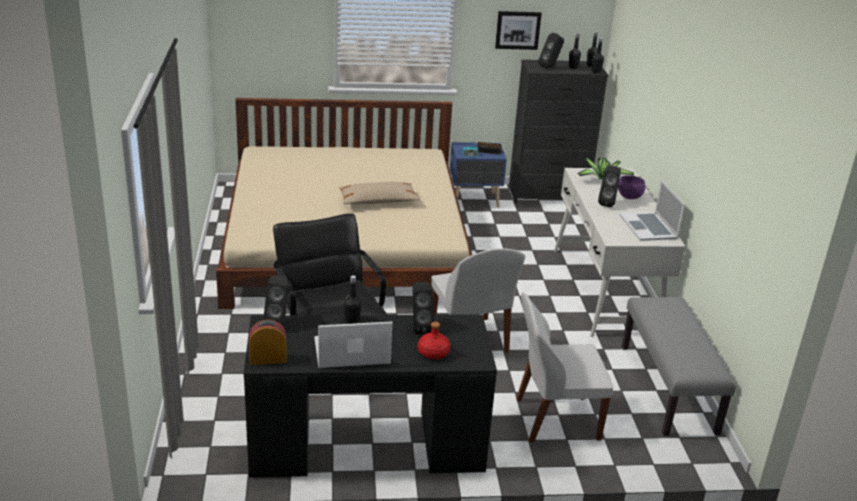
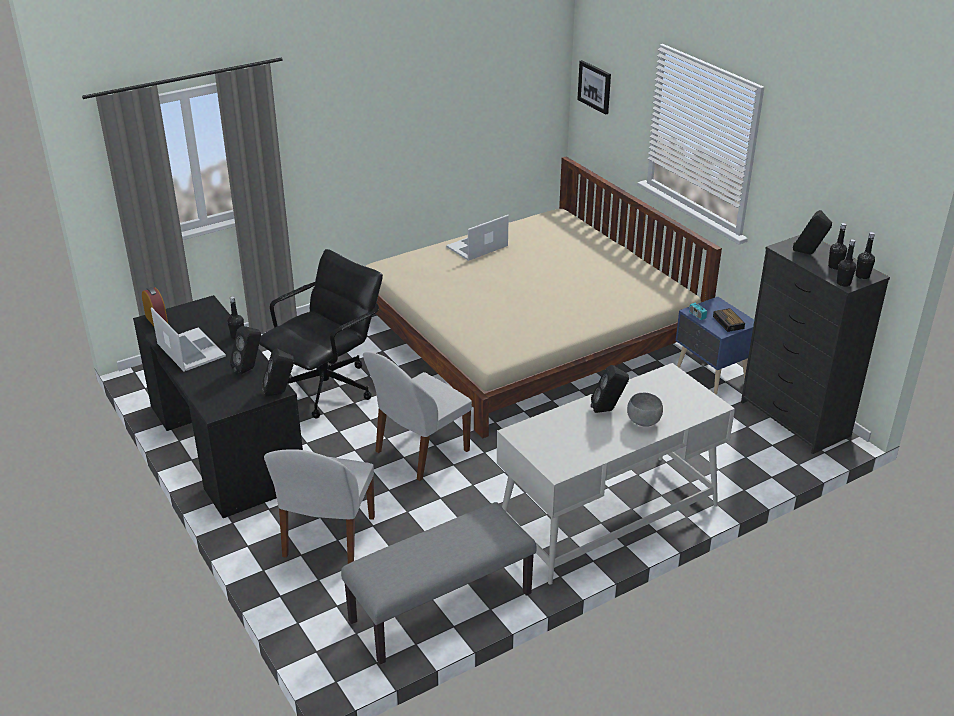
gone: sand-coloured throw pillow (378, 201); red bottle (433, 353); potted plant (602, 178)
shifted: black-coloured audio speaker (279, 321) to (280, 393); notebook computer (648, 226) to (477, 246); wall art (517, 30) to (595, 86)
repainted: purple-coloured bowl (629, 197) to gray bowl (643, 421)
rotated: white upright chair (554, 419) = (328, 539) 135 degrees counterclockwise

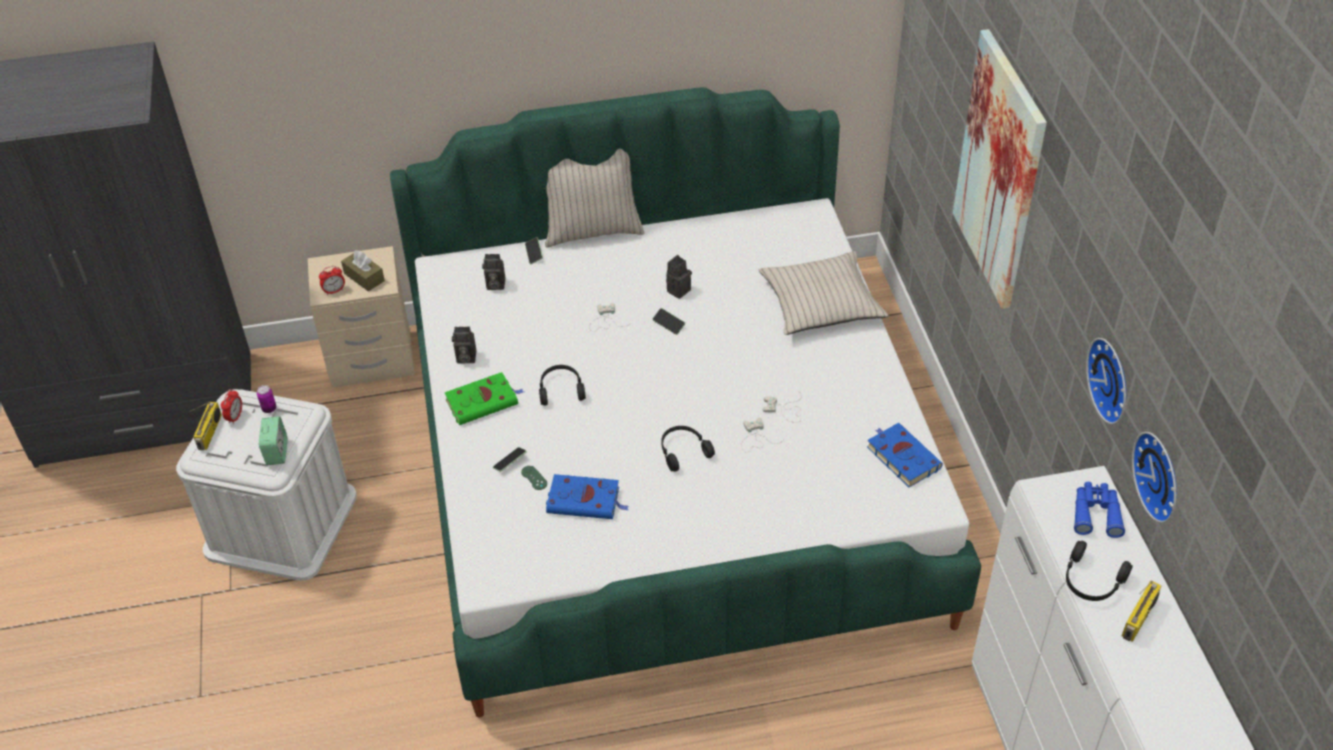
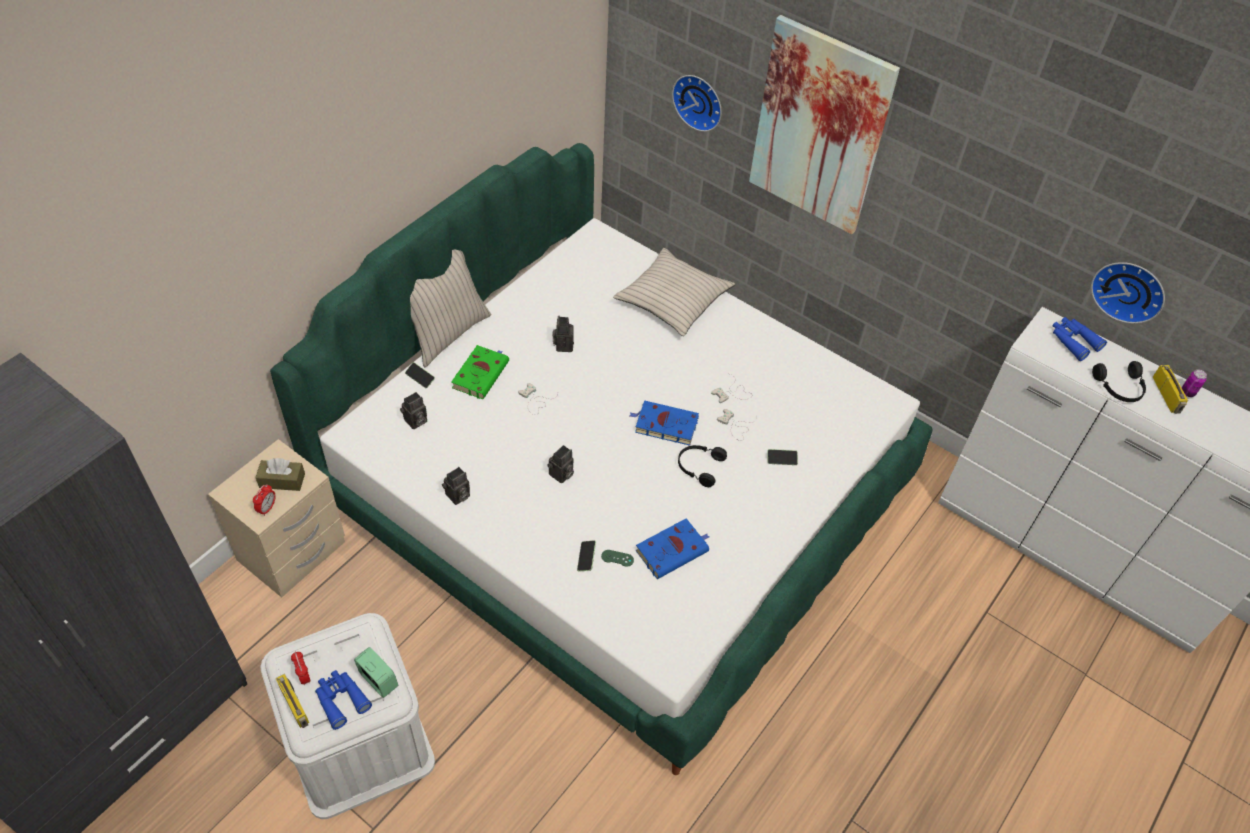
new: bluish pair of binoculars (341, 699)
shifted: green-coloured book (483, 401) to (481, 373); bluish book (901, 457) to (664, 425); clock on the wall (1112, 379) to (699, 101); phone (668, 324) to (781, 460); can (269, 408) to (1187, 392)
swapped: black-coloured headphones (561, 389) to photo camera (561, 475)

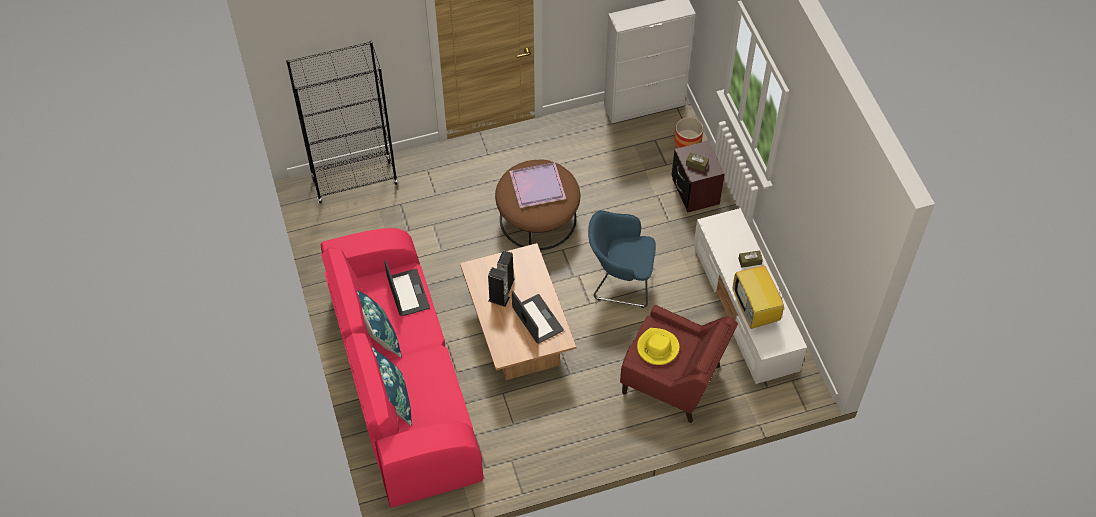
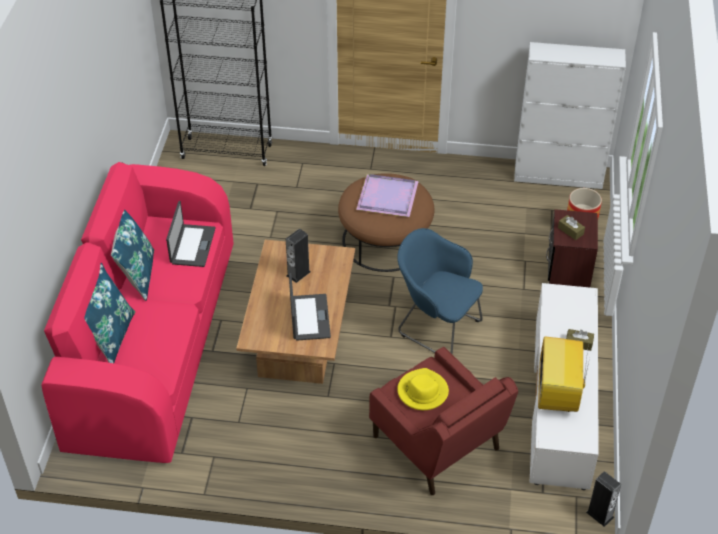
shifted: audio speaker (499, 299) to (600, 514)

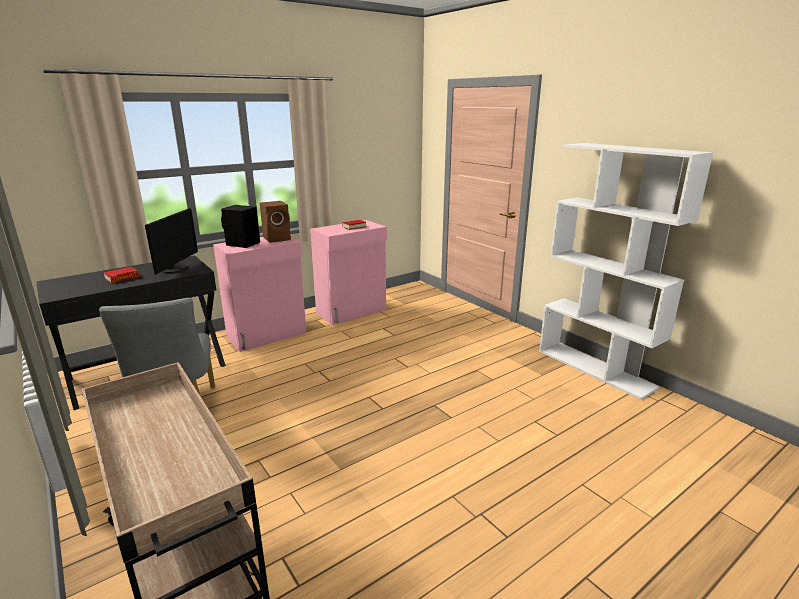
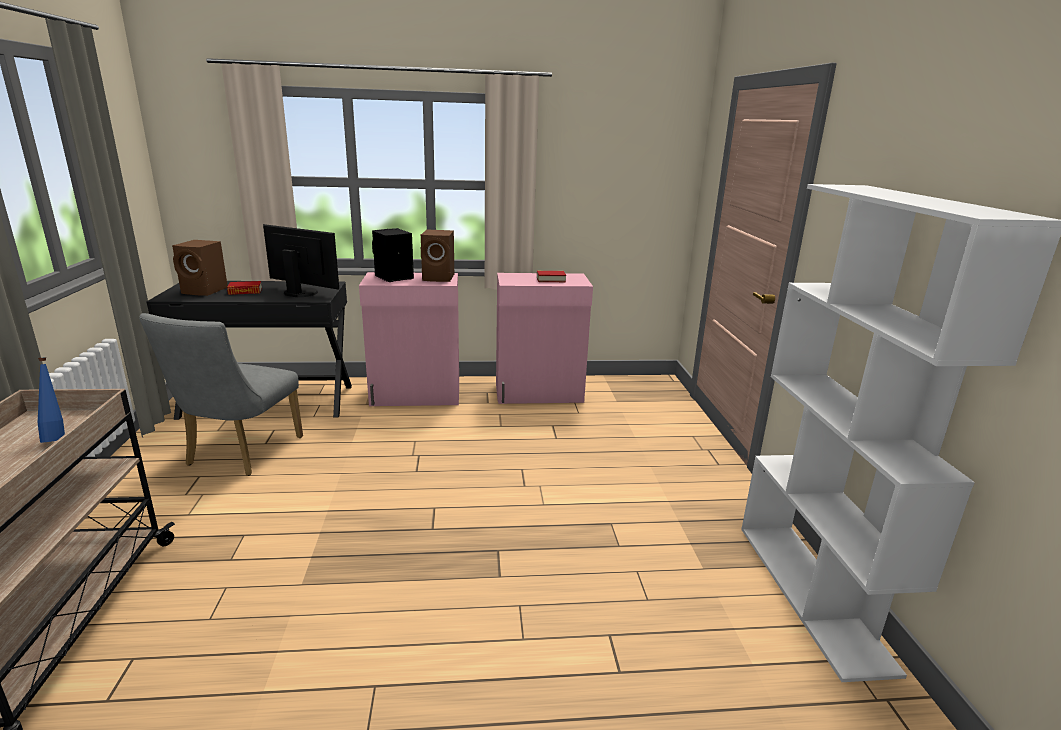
new: bluish bottle (57, 438); brownish audio speaker (205, 291)
rotated: monitor (175, 269) = (302, 292) 105 degrees counterclockwise

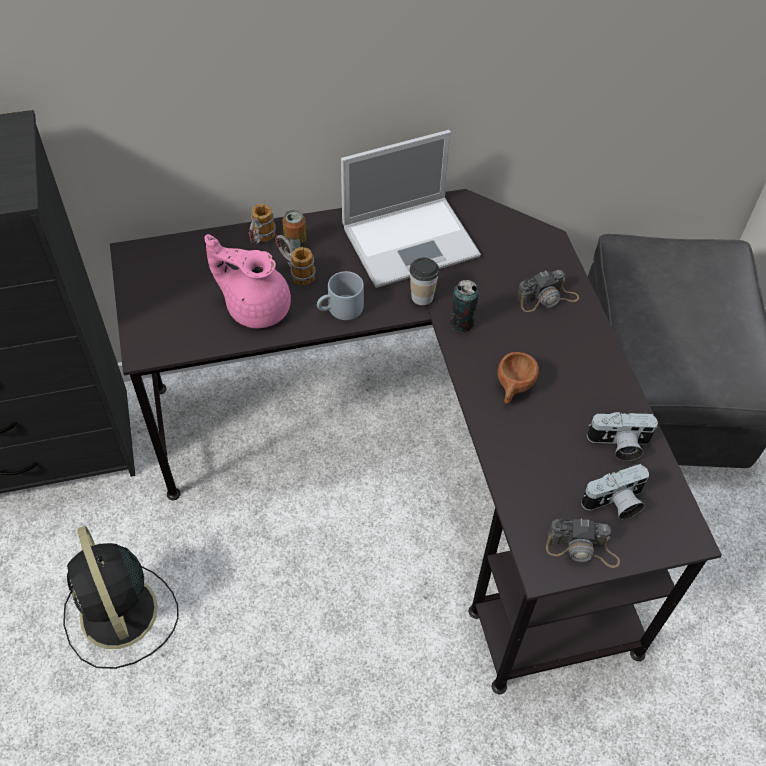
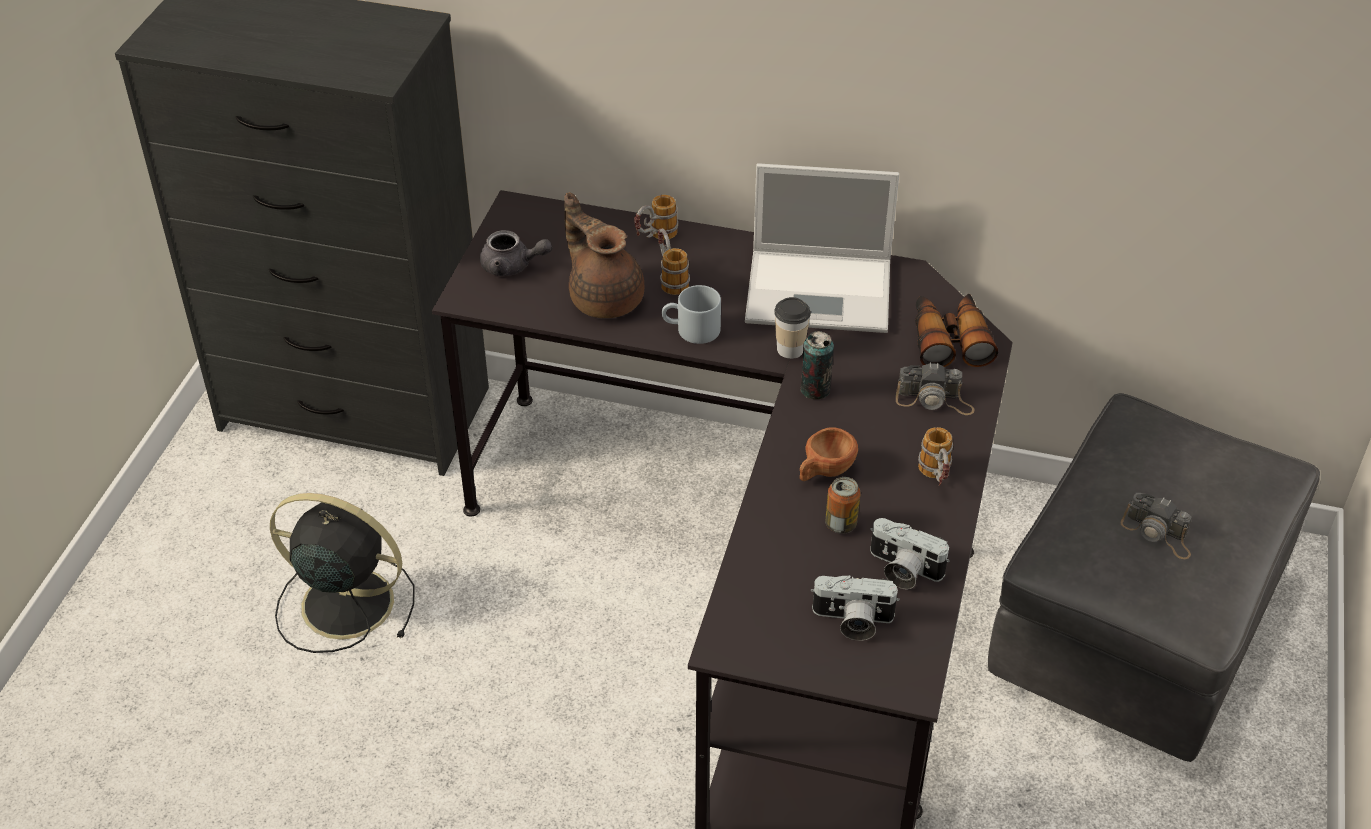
new: gray teapot (512, 266); pair of binoculars (949, 339); tea mug (936, 478)
shifted: can (295, 244) to (841, 524); photo camera (582, 548) to (1158, 534)
repainted: pink-coloured teapot (256, 307) to brownish teapot (604, 297)
rotated: black-coloured fan (120, 615) = (343, 602) 105 degrees clockwise

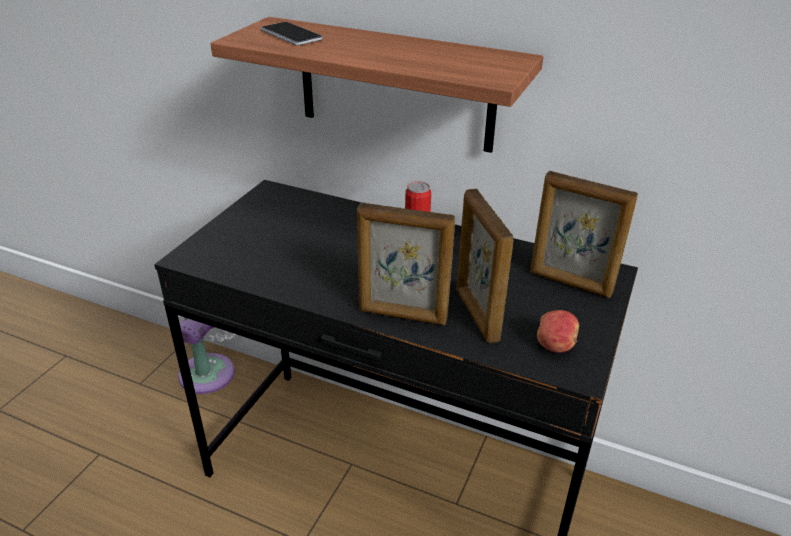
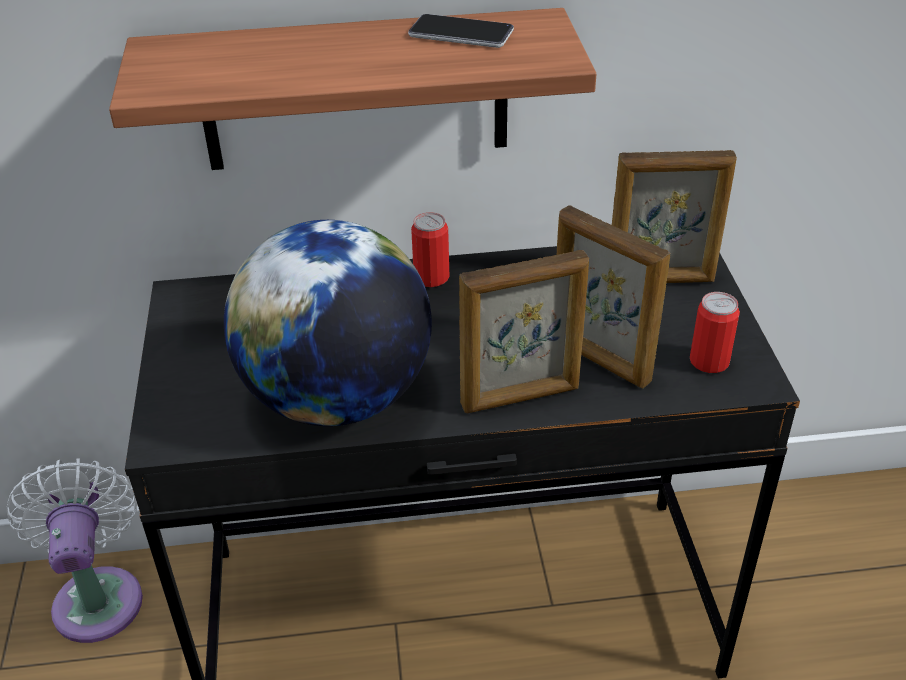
new: globe (337, 398)
shifted: phone (291, 35) to (461, 33)
swapped: apple (555, 346) to can (709, 361)

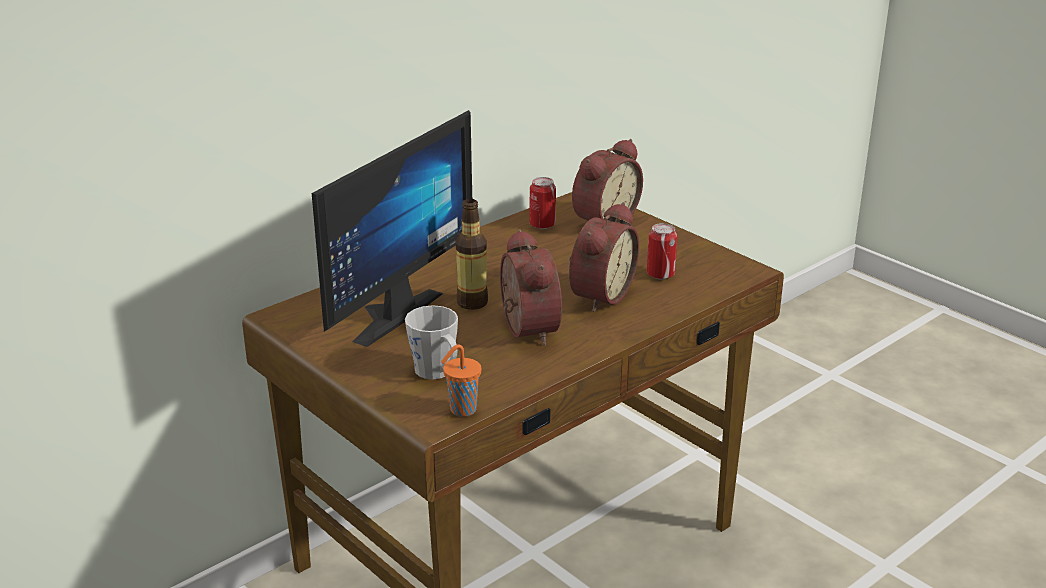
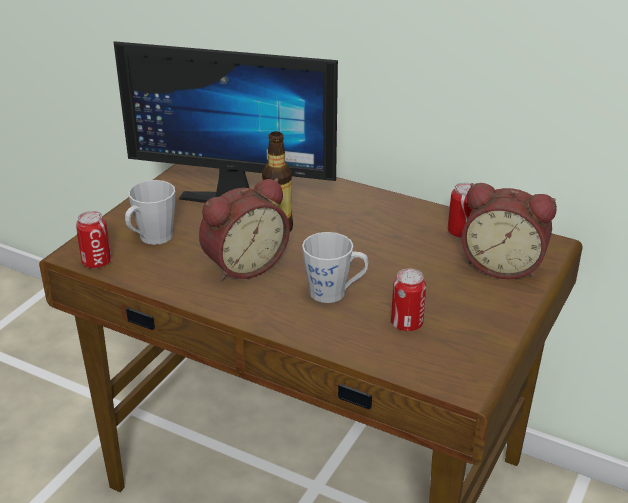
swapped: orangey drinking cup (461, 410) to can (97, 262); bedside clock (598, 295) to gray tea mug (335, 293)

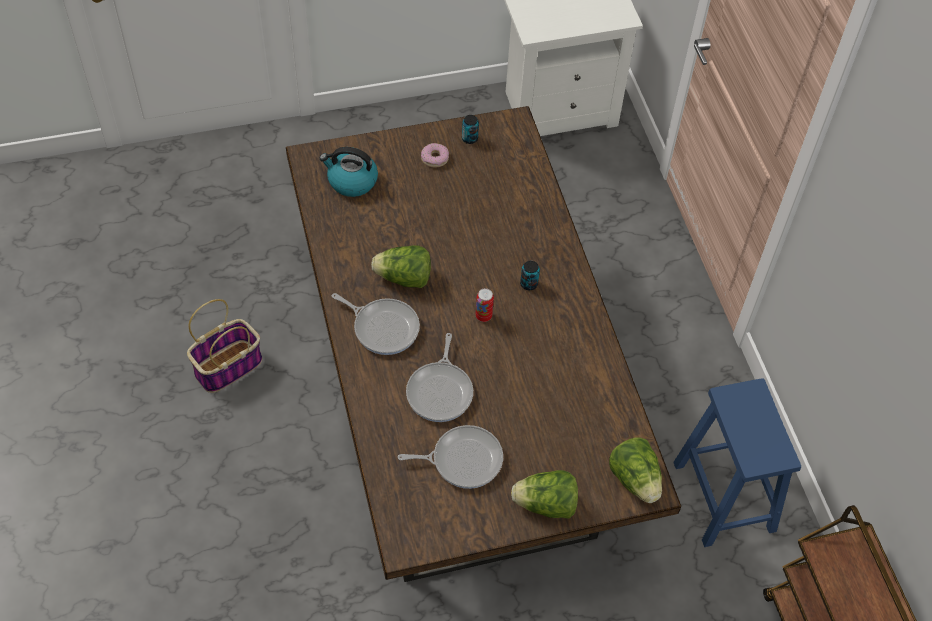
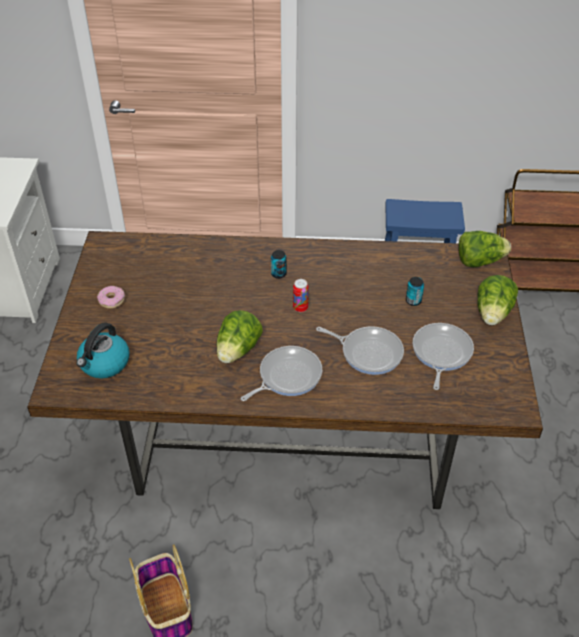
shifted: can (469, 138) to (413, 301)

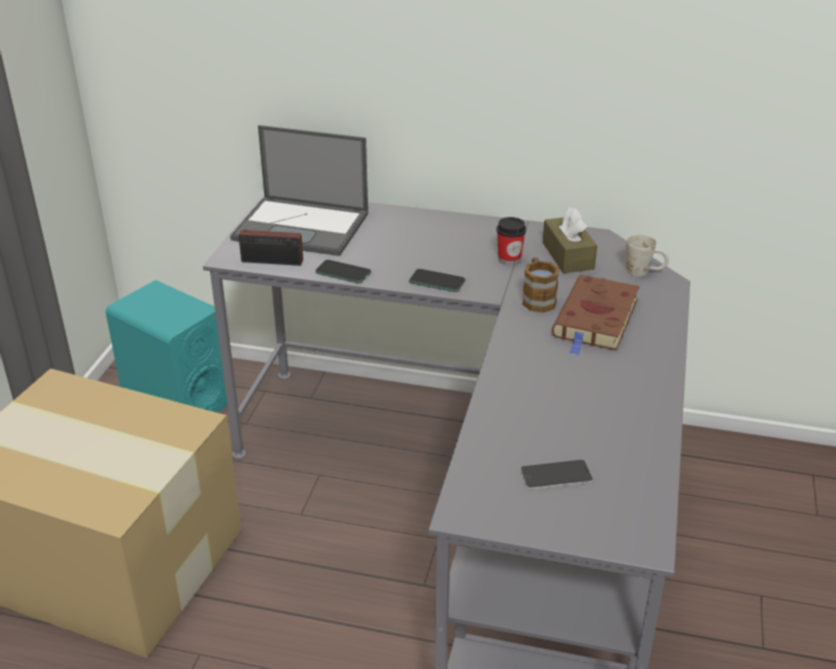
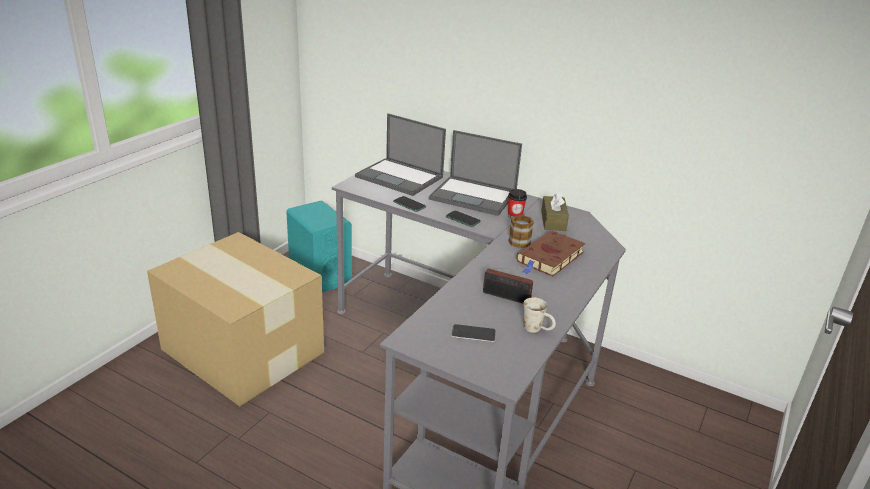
new: notebook computer (474, 196)
shifted: radio set (275, 262) to (509, 297); white tea mug (644, 272) to (537, 329)

